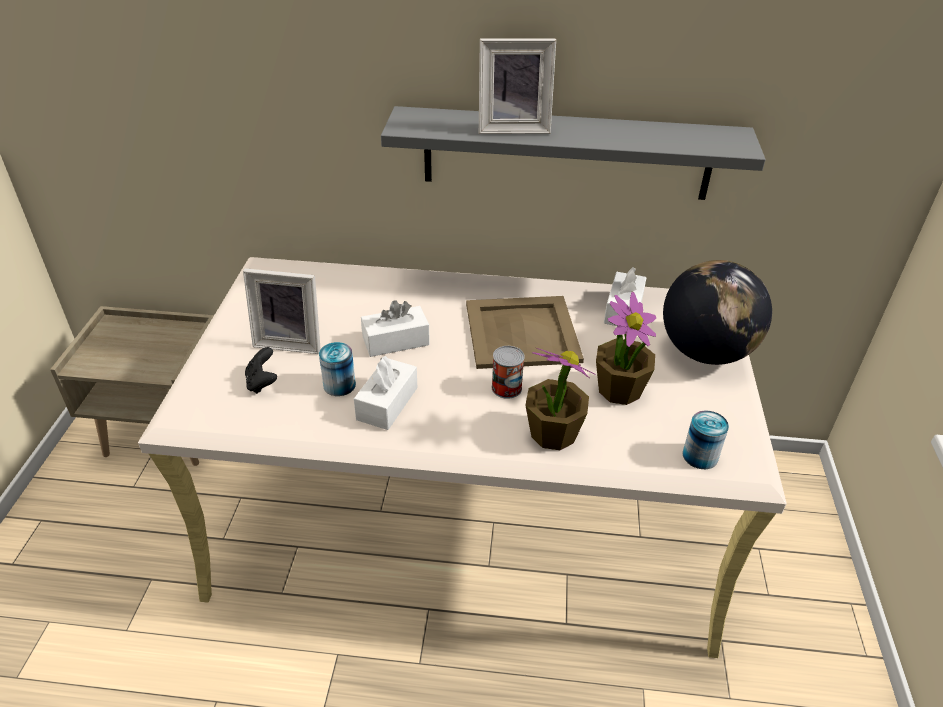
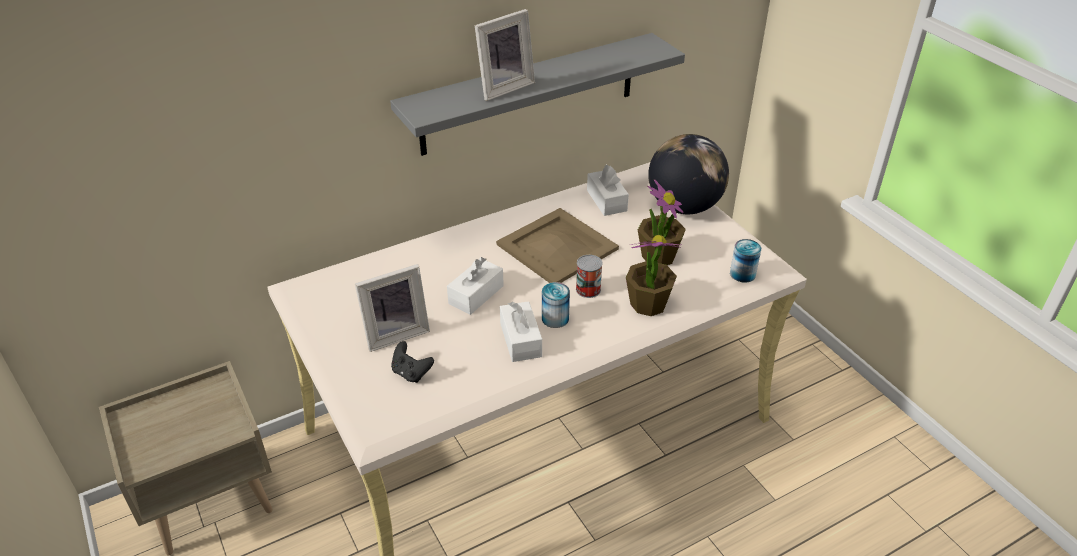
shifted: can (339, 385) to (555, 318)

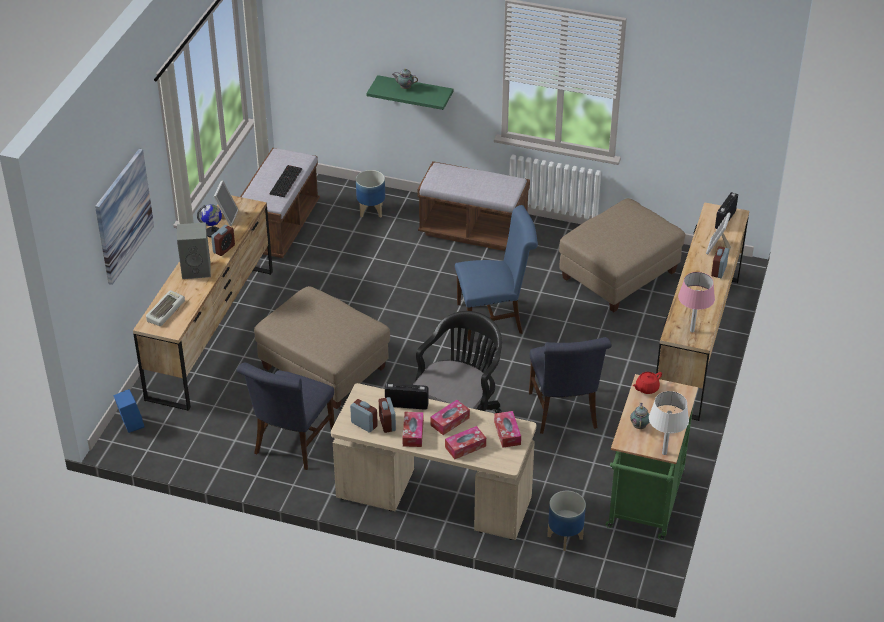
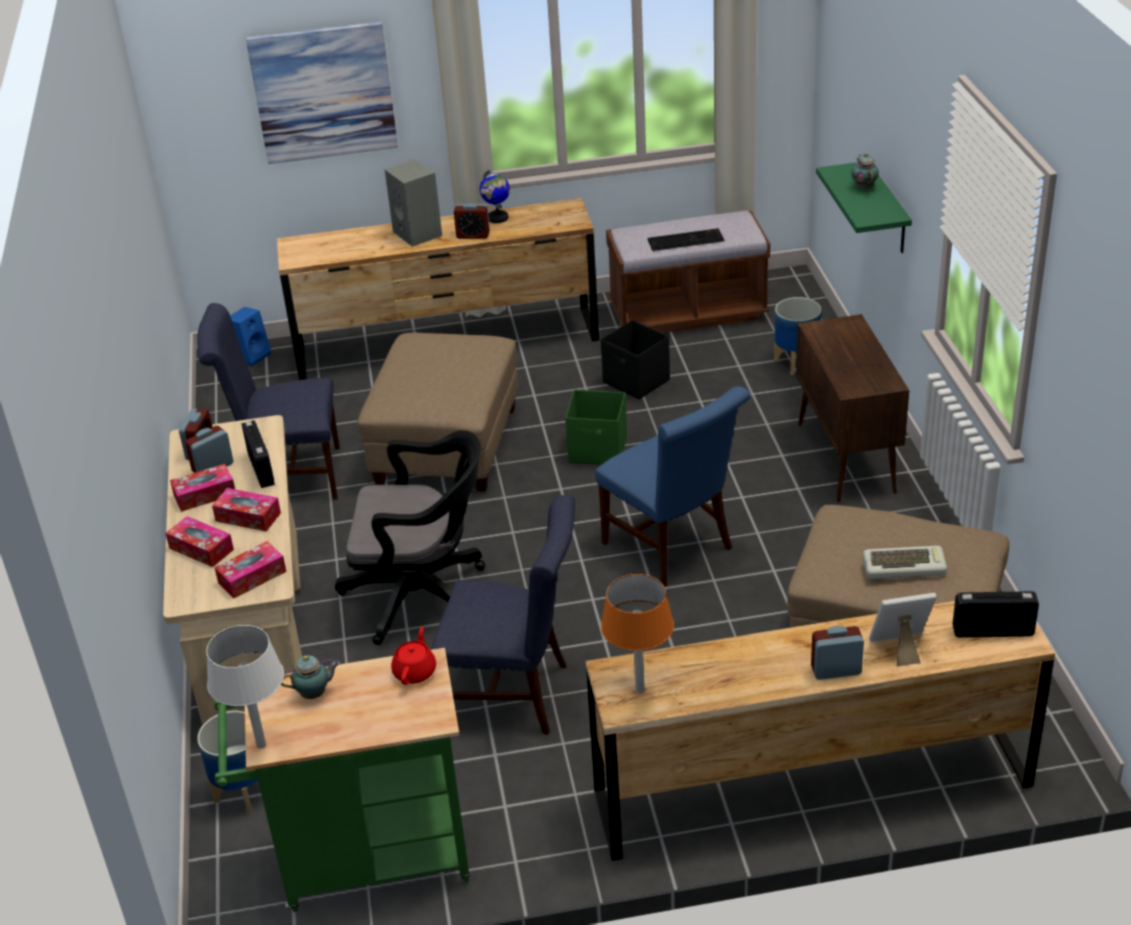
gone: standing frame (226, 217)
new: green-coloured storage bin (598, 450); black-coloured storage bin (636, 382)
shifted: keyboard (165, 310) to (904, 567)
swapped: brownish long seat (473, 231) to brownish storage cabinet (846, 459)
repainted: pink-coloured lamp for a table (692, 331) to orangey lamp for a table (639, 690)
rotated: red teapot (646, 388) = (415, 671) 75 degrees clockwise; bluish upright chair (564, 413) = (516, 694) 135 degrees counterclockwise

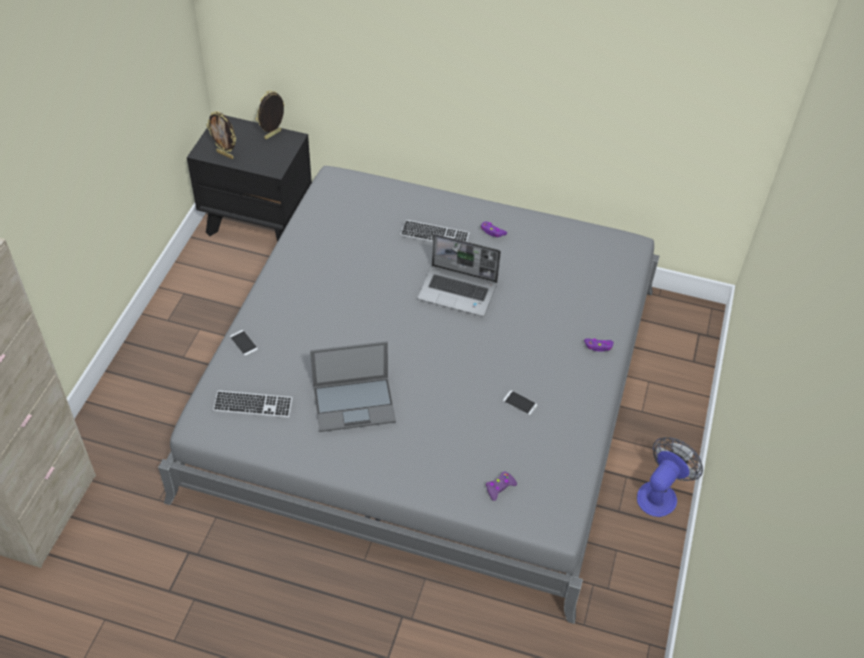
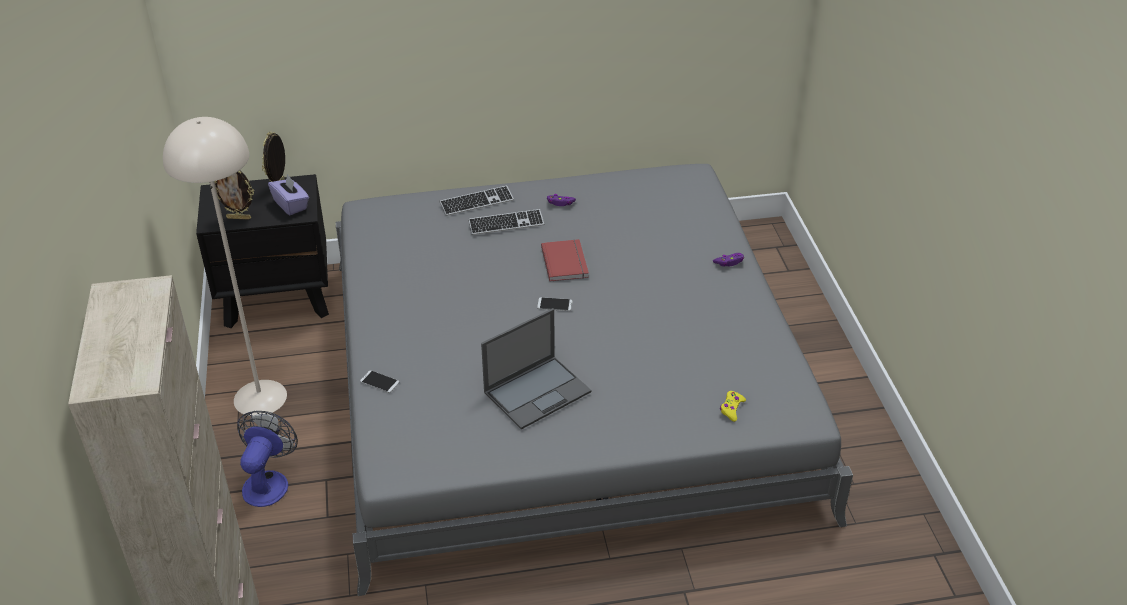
new: sand-coloured standing lamp (259, 397); purple-coloured tissue holder (291, 205)
shifted: fan (660, 493) to (268, 481); keyboard (253, 405) to (477, 202); phone (520, 403) to (554, 305)
swapped: notebook computer (458, 291) to red book (566, 262)
repainted: purple-coloured gamepad (499, 487) to yellowish gamepad (731, 408)

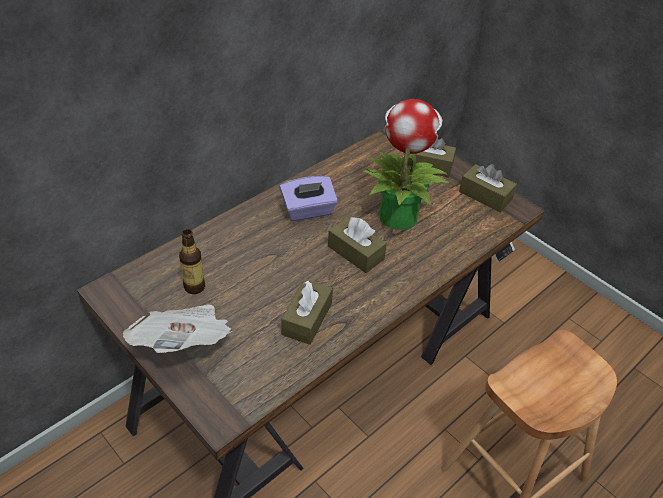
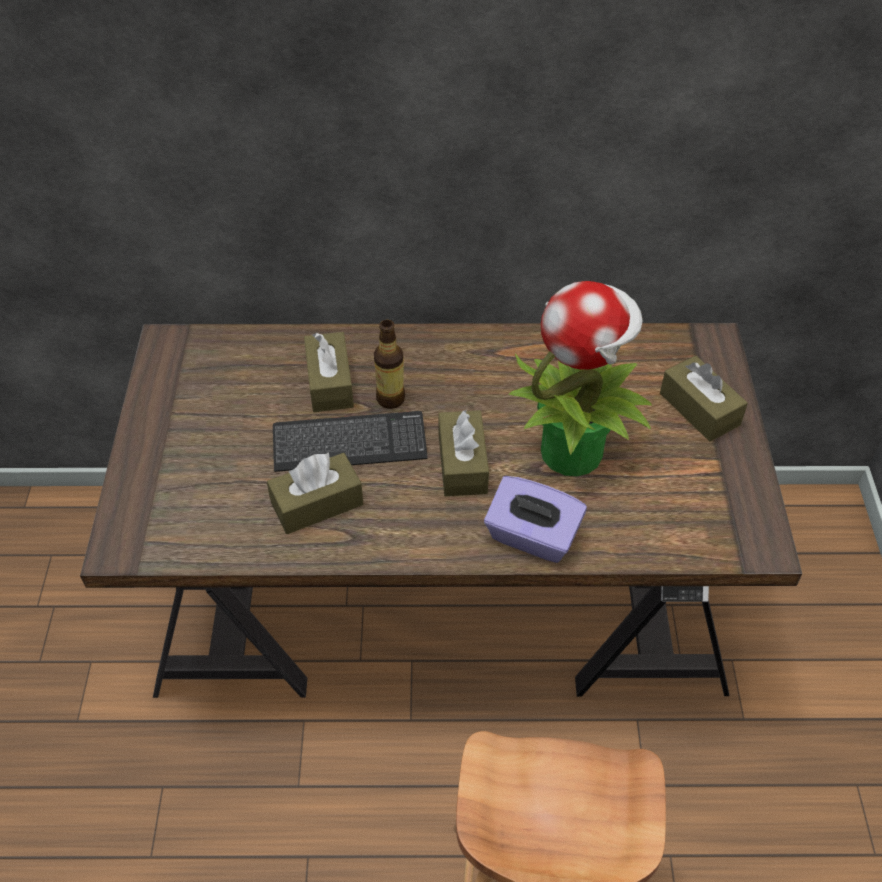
gone: newspaper (184, 343)
new: keyboard (349, 444)
shifted: brownish tissue holder (485, 195) to (329, 383); bottle (194, 287) to (390, 399); purple-coloured tissue holder (308, 211) to (532, 537)

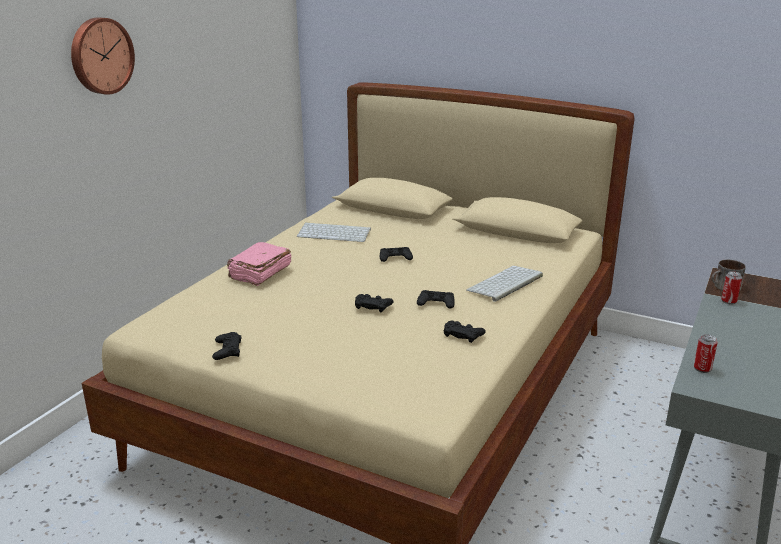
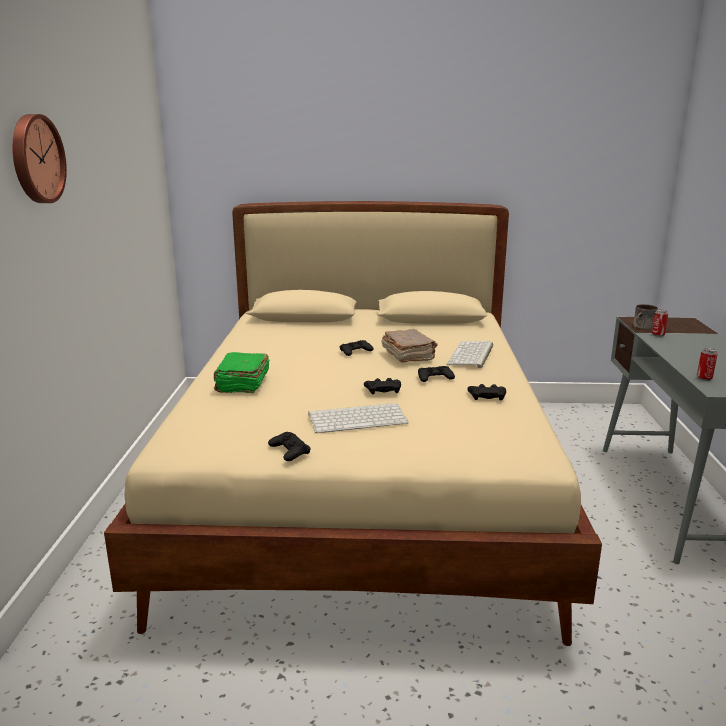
new: brownish book (408, 355)
shifted: keyboard (335, 233) to (358, 418)
repainted: pink-coloured book (259, 273) to green-coloured book (242, 383)

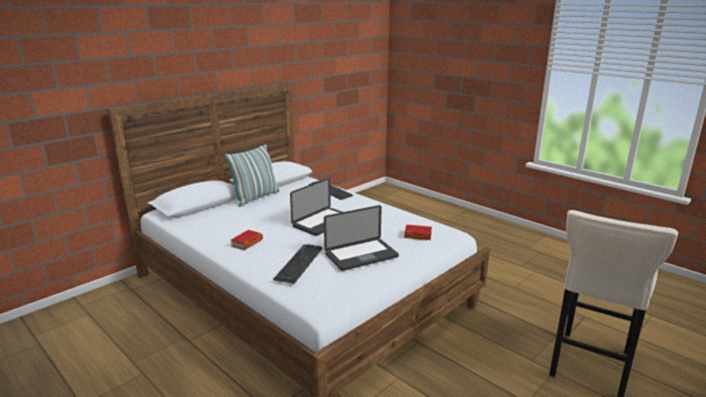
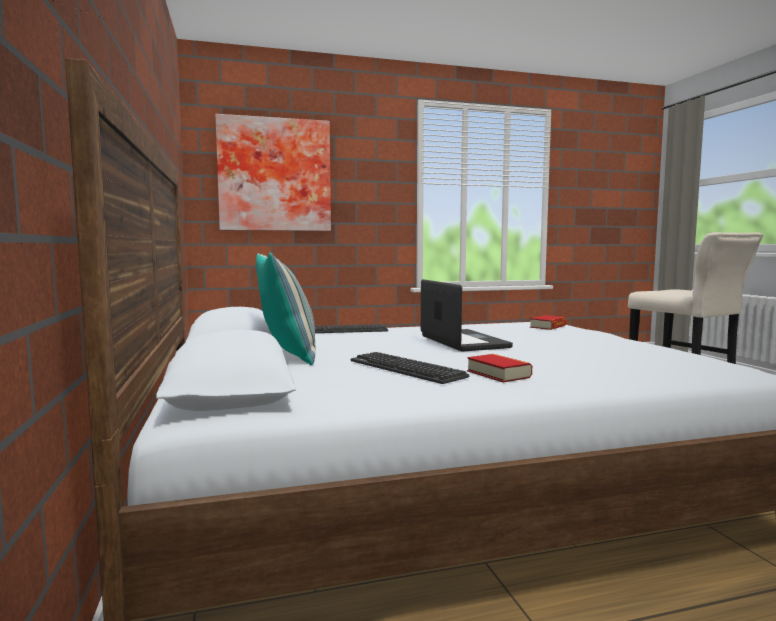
gone: notebook computer (361, 255)
new: wall art (274, 175)
shifted: keyboard (299, 263) to (406, 369)

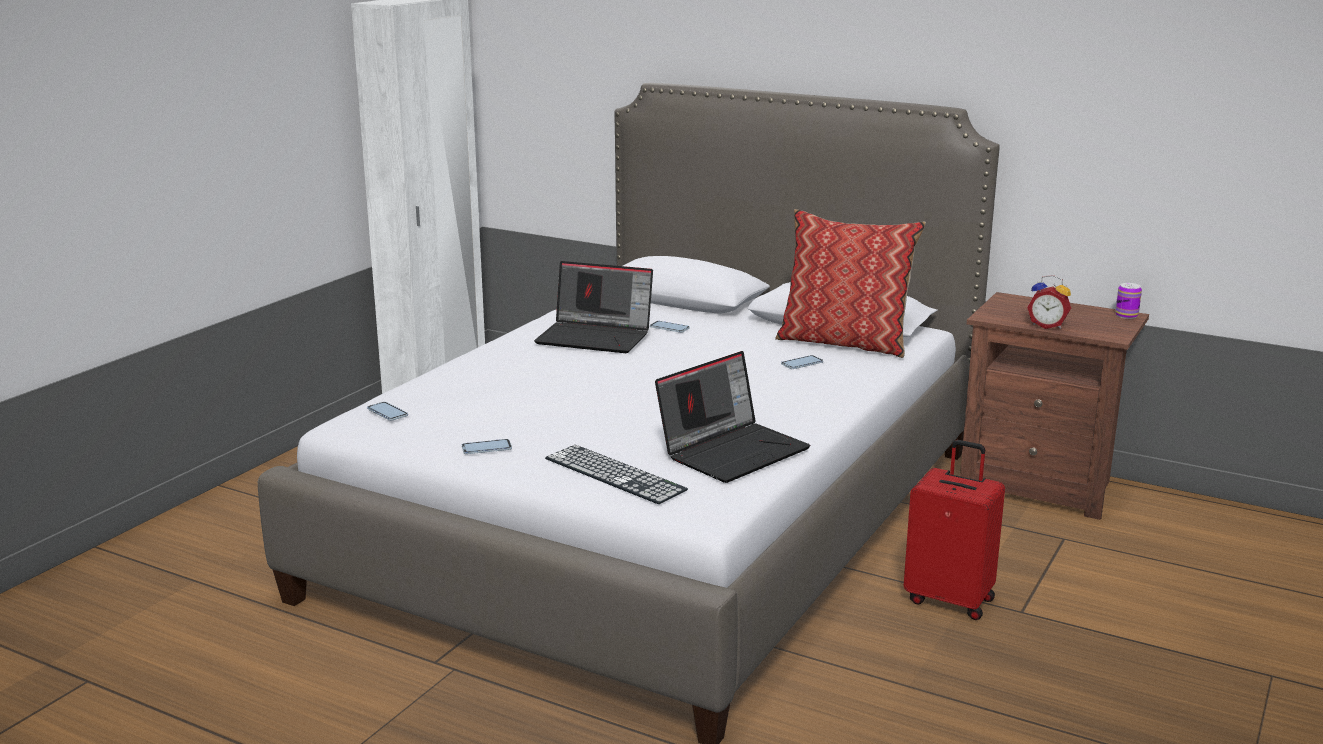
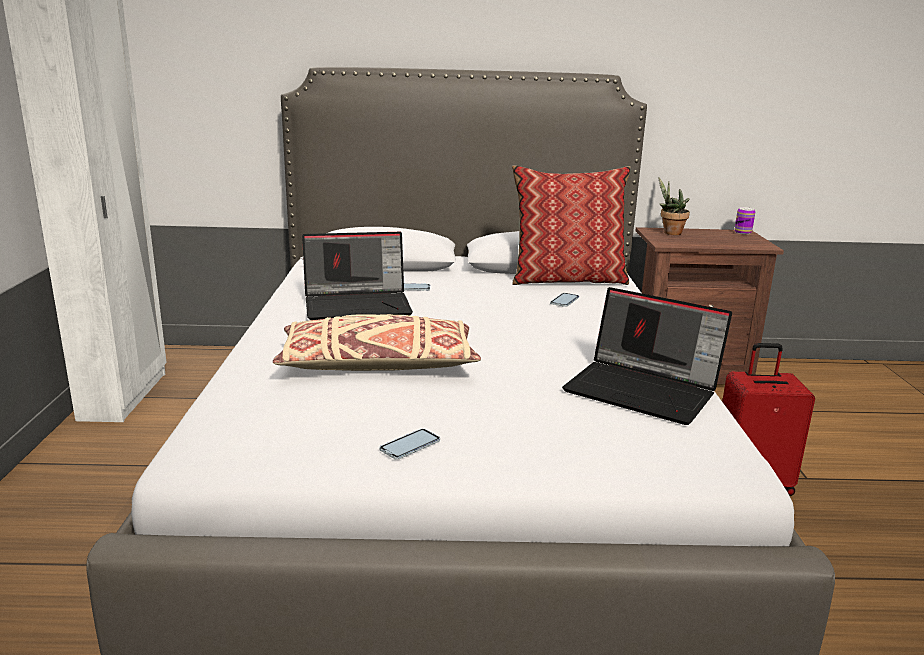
gone: phone (387, 412); keyboard (615, 474); bedside clock (1047, 325)
new: sand-coloured throw pillow (378, 365); potted plant (669, 232)
rotated: notebook computer (733, 450) = (644, 390) 105 degrees clockwise

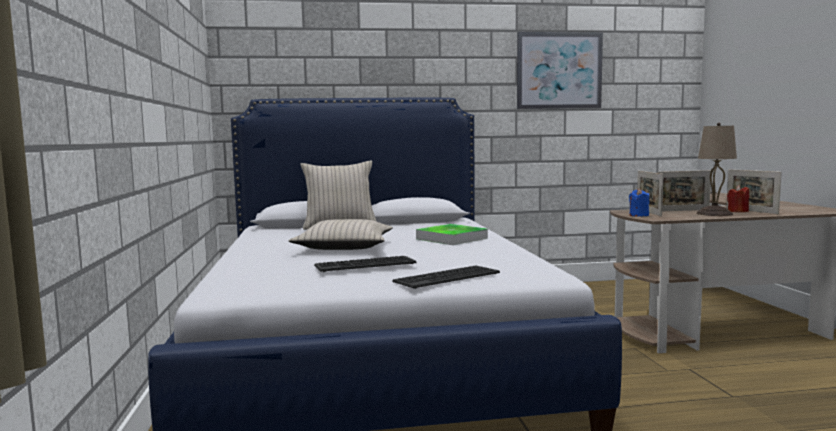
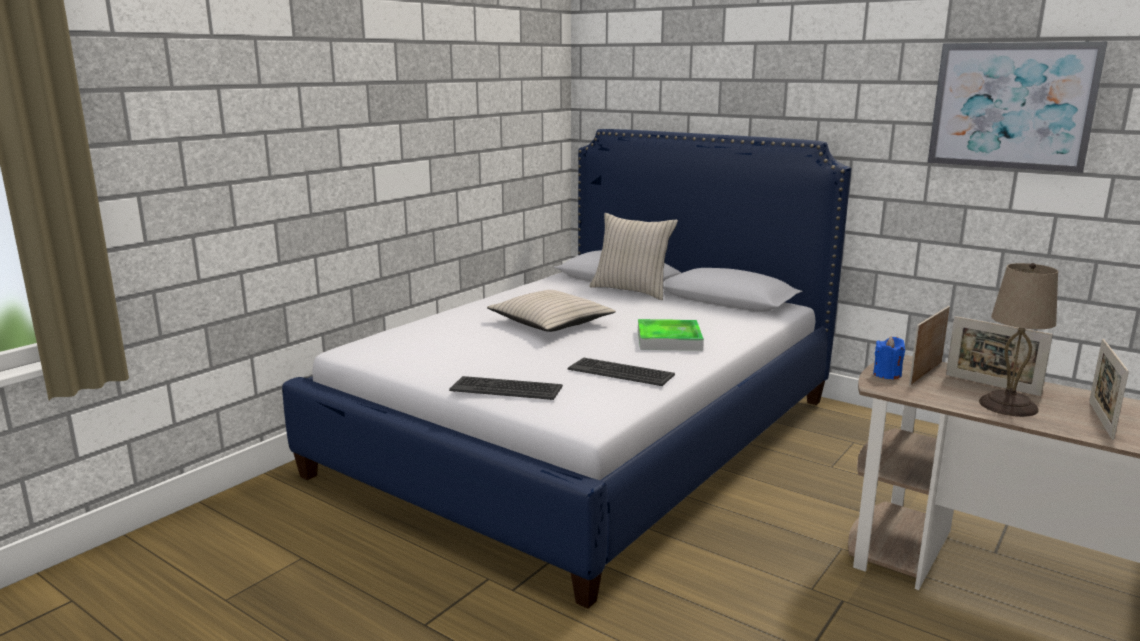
gone: red candle (737, 211)
shifted: keyboard (365, 264) to (621, 372)

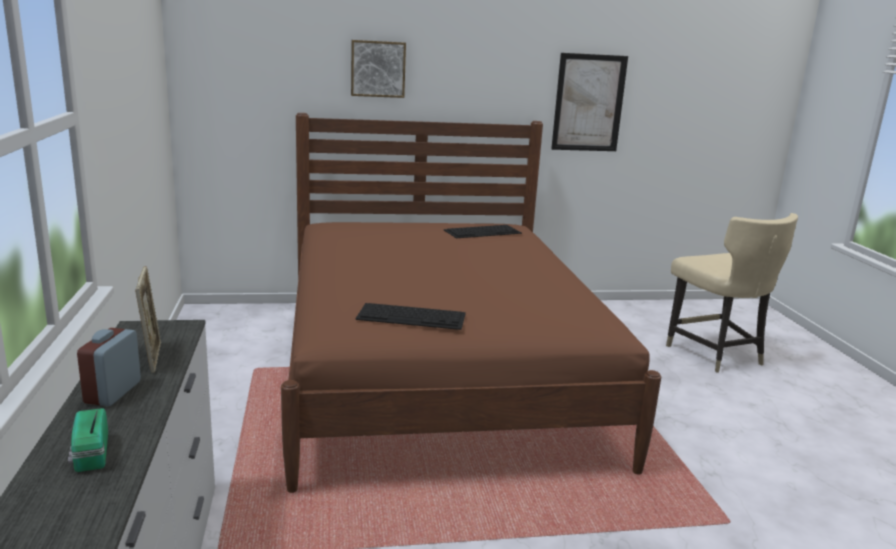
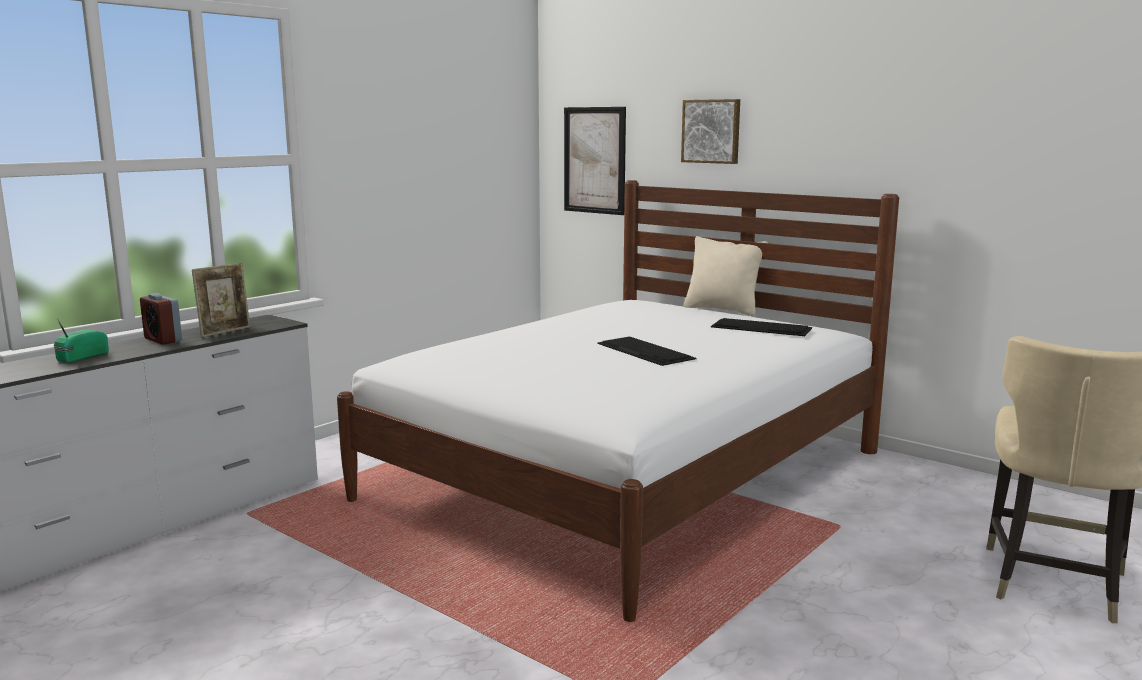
new: sand-coloured throw pillow (722, 309)
shifted: wall art (588, 103) to (594, 160); keyboard (412, 316) to (646, 351)
repainted: brownish bedroom bed (436, 374) to white bedroom bed (628, 475)
rotated: bedside clock (113, 392) = (163, 340) 105 degrees counterclockwise

